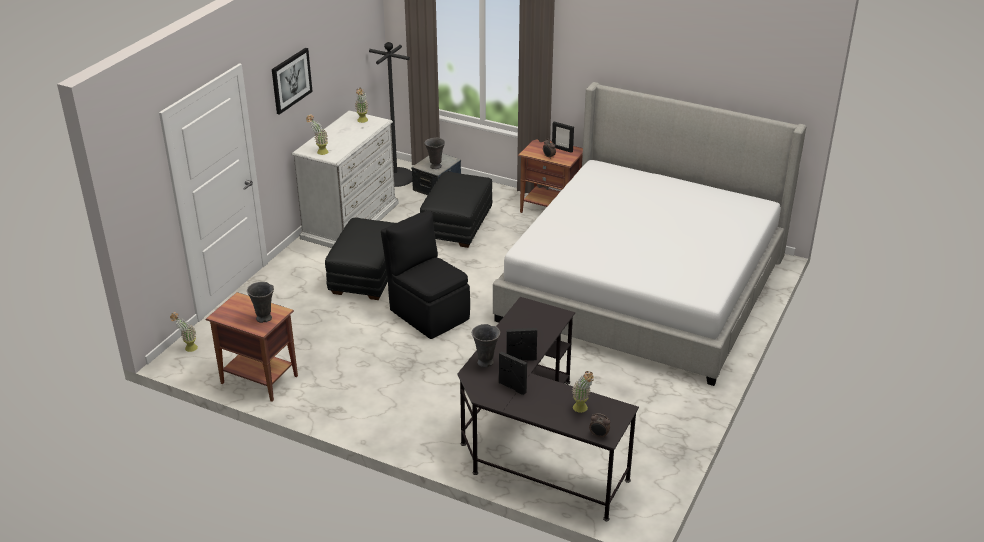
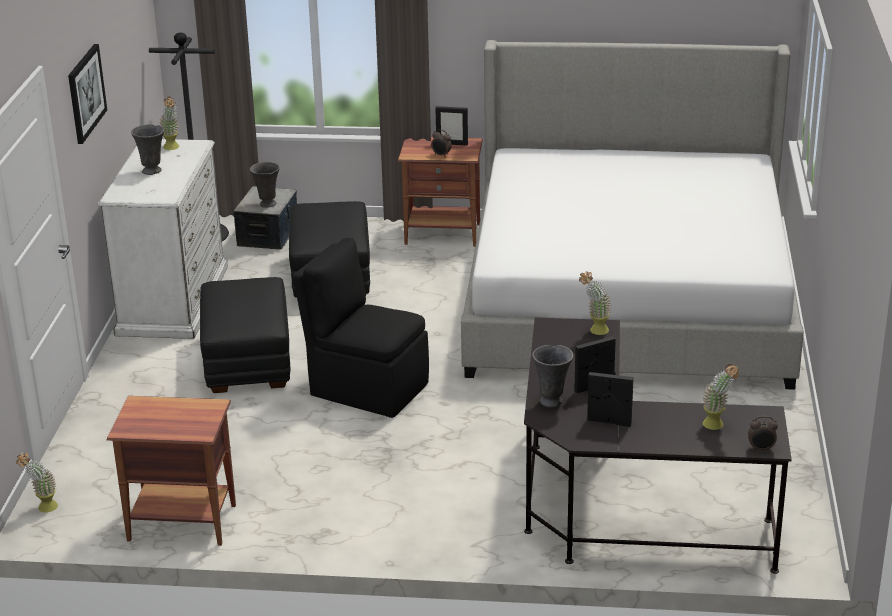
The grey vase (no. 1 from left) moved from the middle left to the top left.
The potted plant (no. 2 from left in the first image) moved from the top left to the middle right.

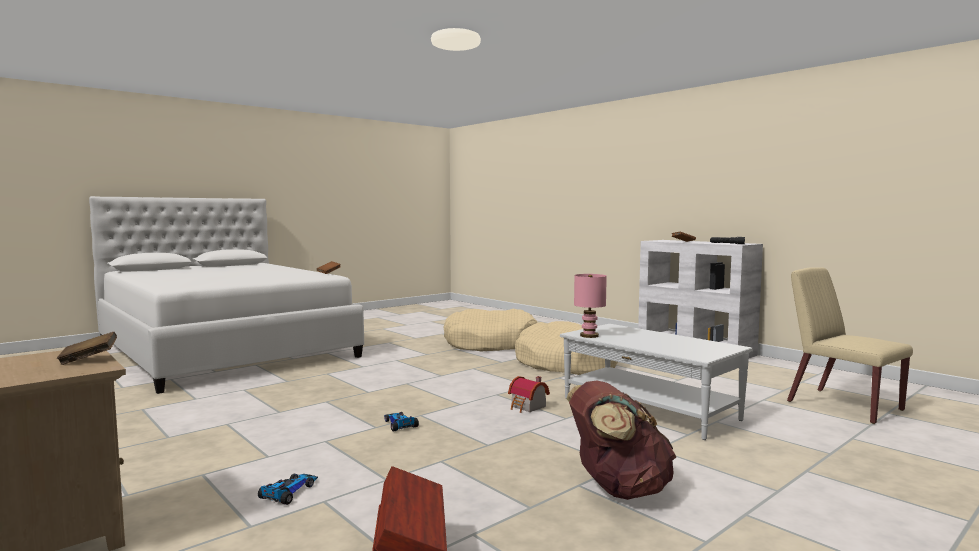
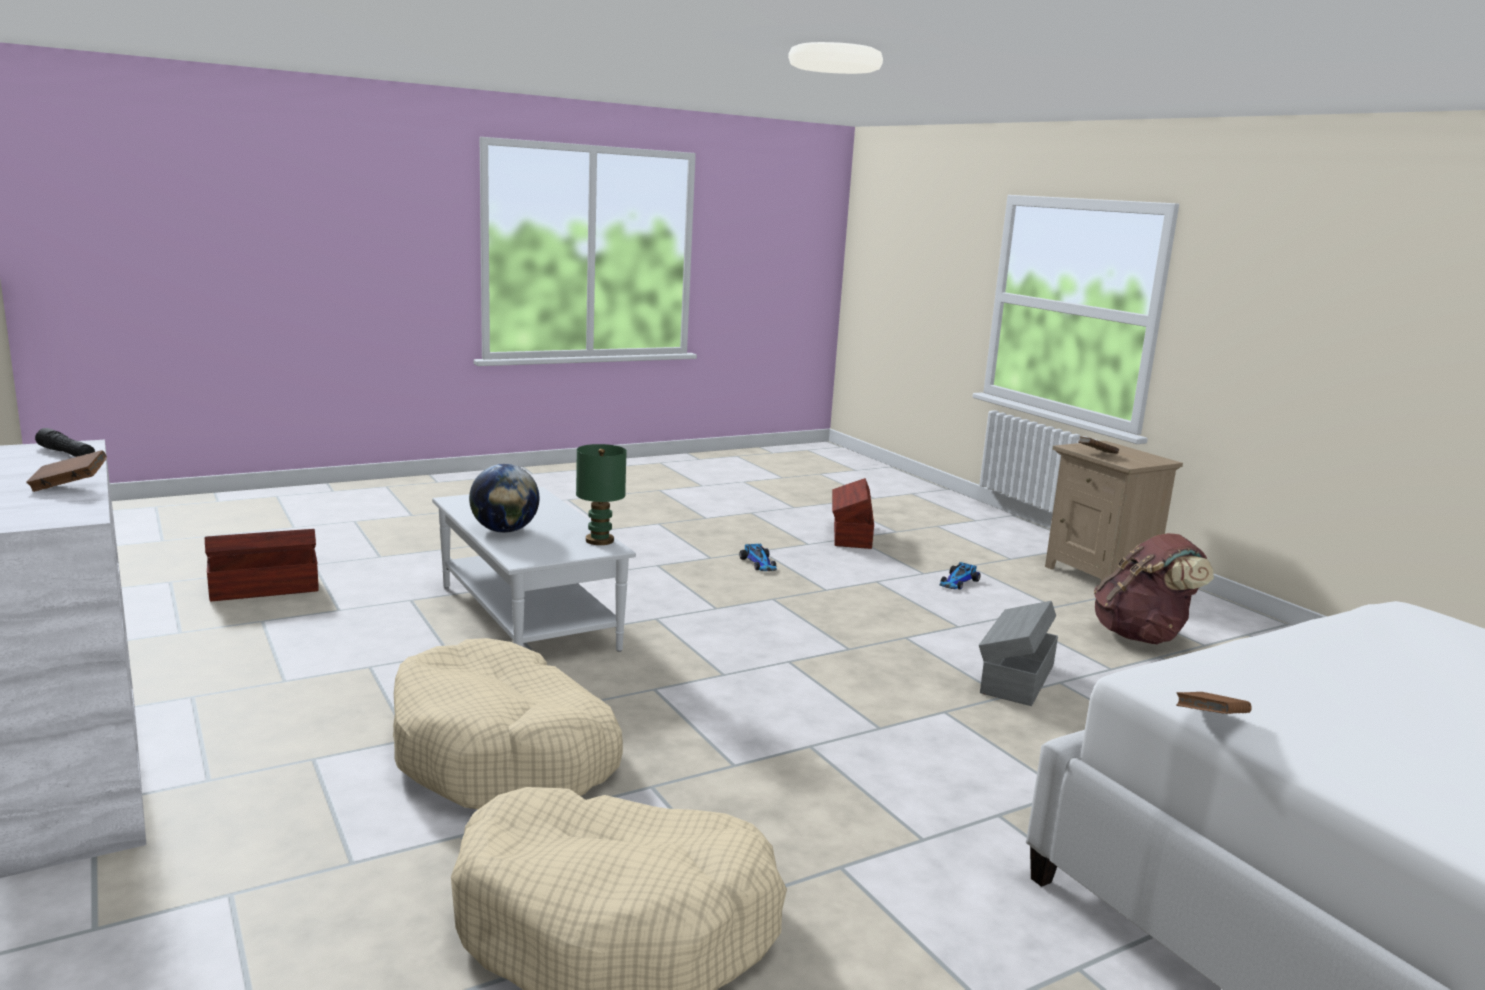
The toy house at the bottom centre disappeared.
The globe at the centre appeared.
The grey storage box at the middle right appeared.
The toy car (no. 2 from left in the first image) moved from the bottom centre to the centre.
The brown backpack moved from the bottom centre to the middle right.
The beige chair at the middle right was replaced by the brown storage box (no. 1 from left) at the middle left.
The pink table lamp at the centre became the green table lamp at the centre.

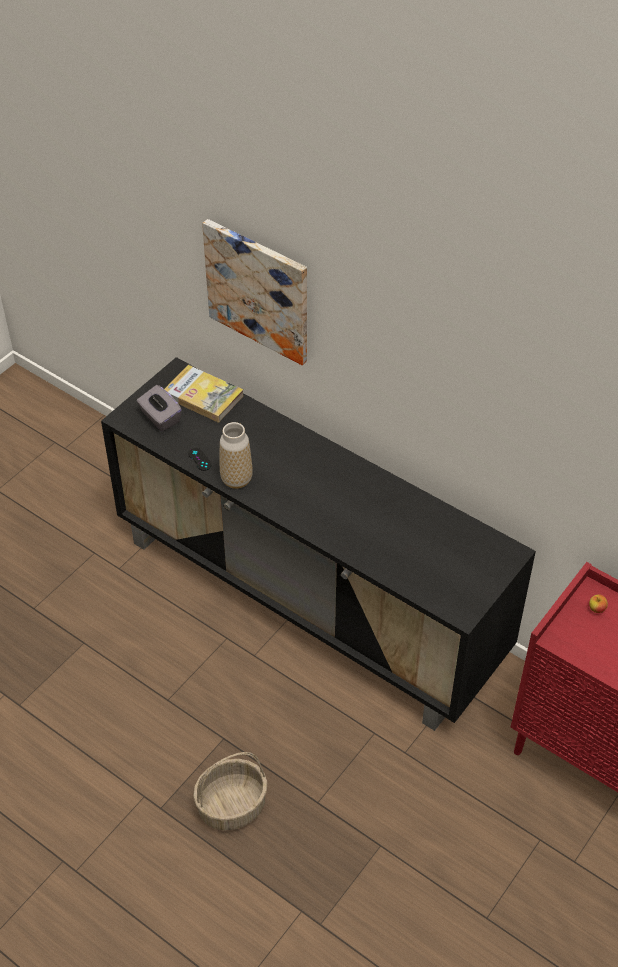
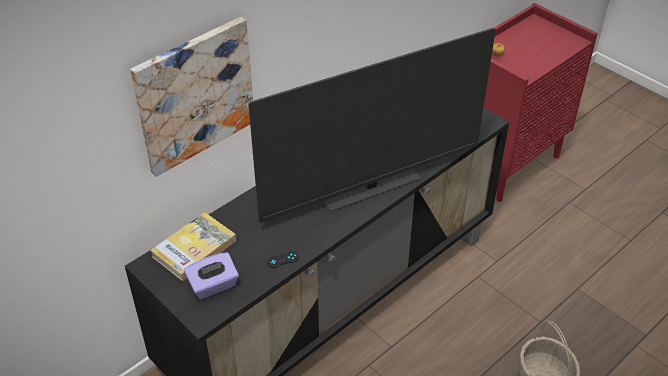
The vase at the centre disappeared.
The television at the top centre appeared.
The grey tissue box at the middle left became the purple tissue box at the bottom left.

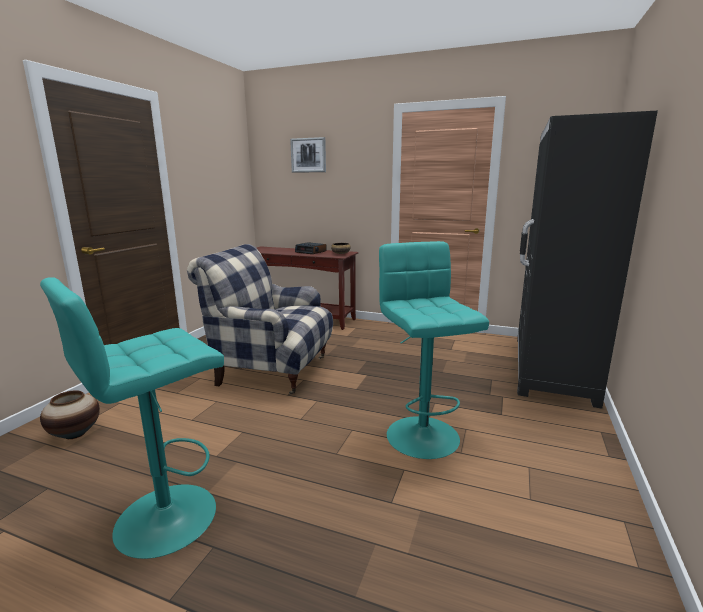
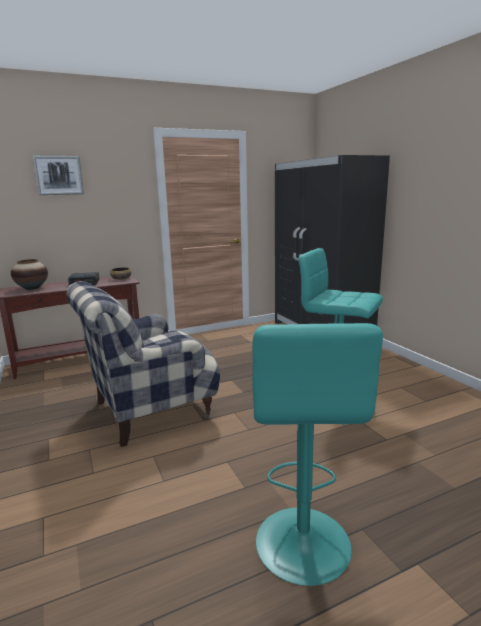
The vase moved from the bottom left to the middle left.

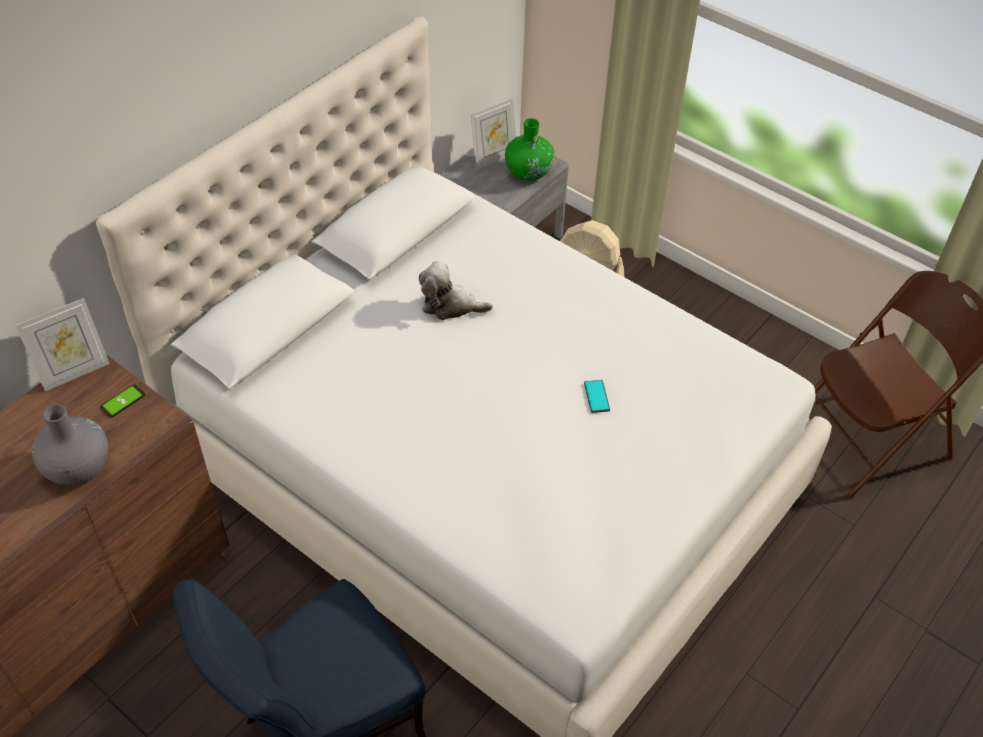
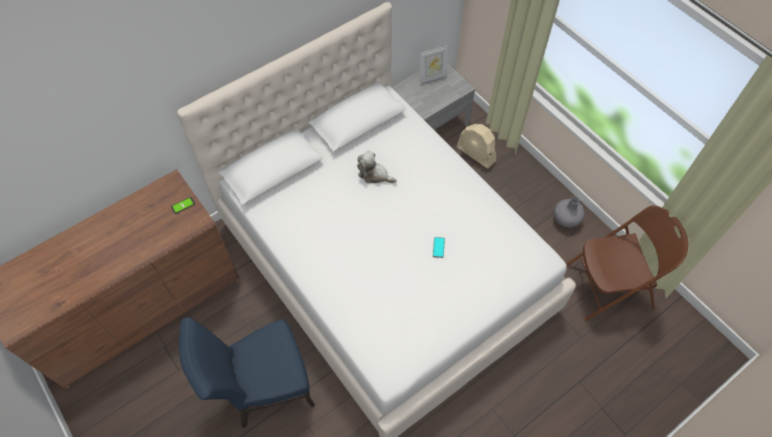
The picture frame (no. 1 from left) at the middle left disappeared.
The green vase at the top centre disappeared.
The grey vase moved from the middle left to the middle right.

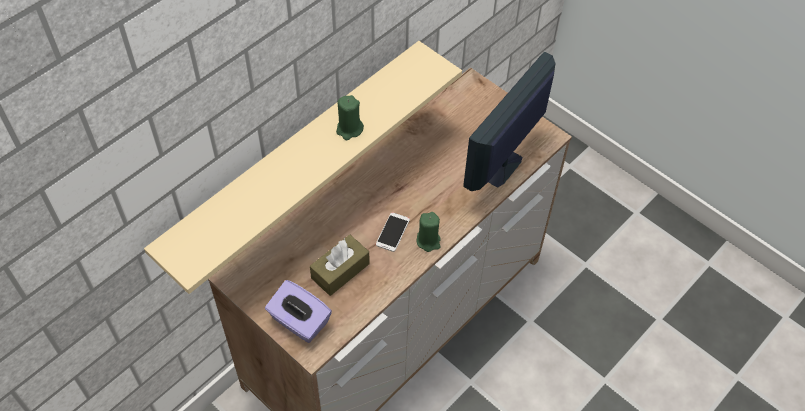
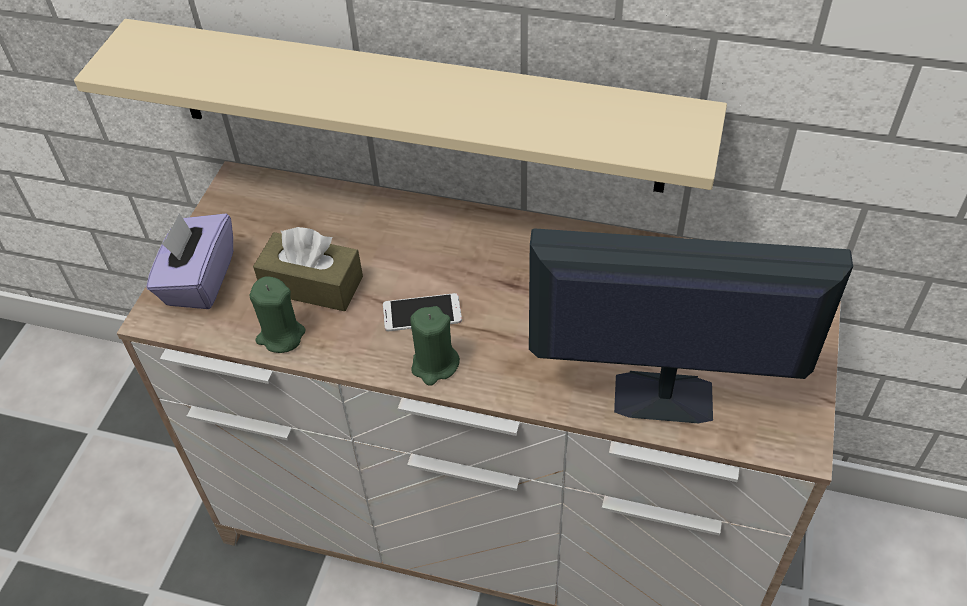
The green candle (no. 1 from left) moved from the top centre to the middle left.

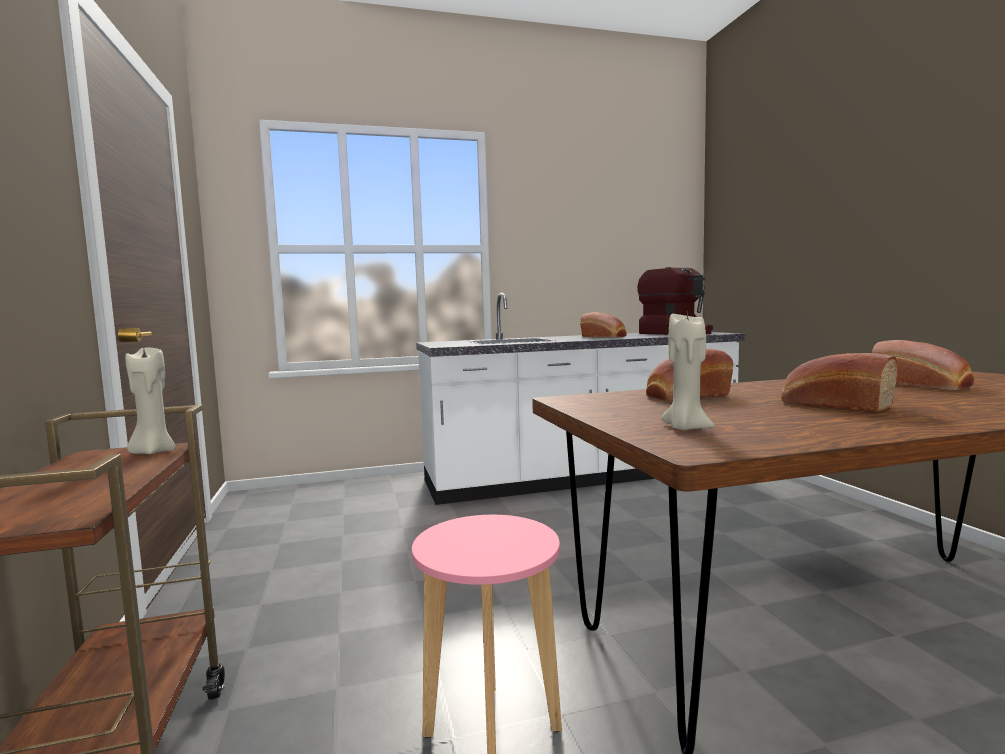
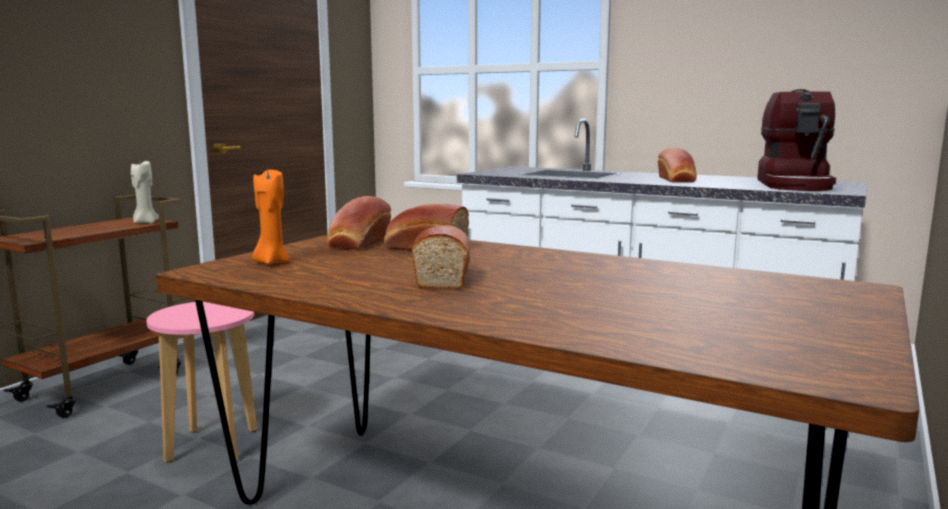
The bread (no. 4 from left in the first image) moved from the middle right to the centre.
The beige candle (no. 2 from left) at the middle right became the orange candle at the middle left.

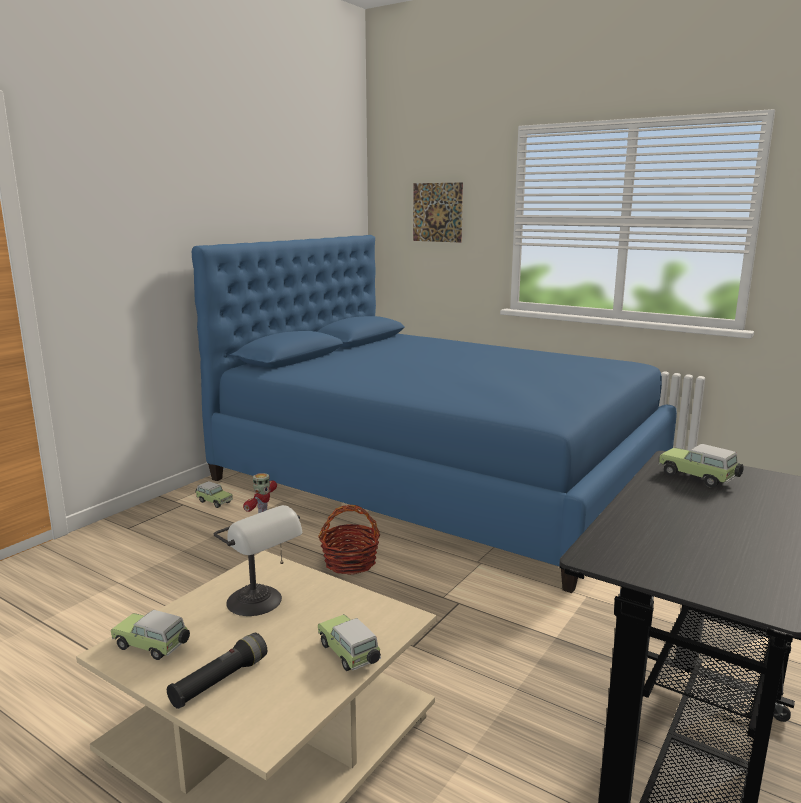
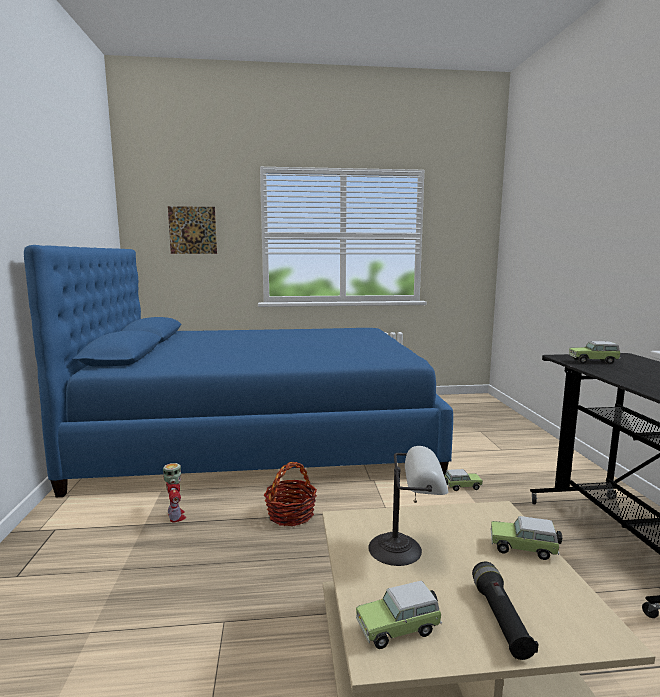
The toy car (no. 2 from left) moved from the middle left to the bottom right.

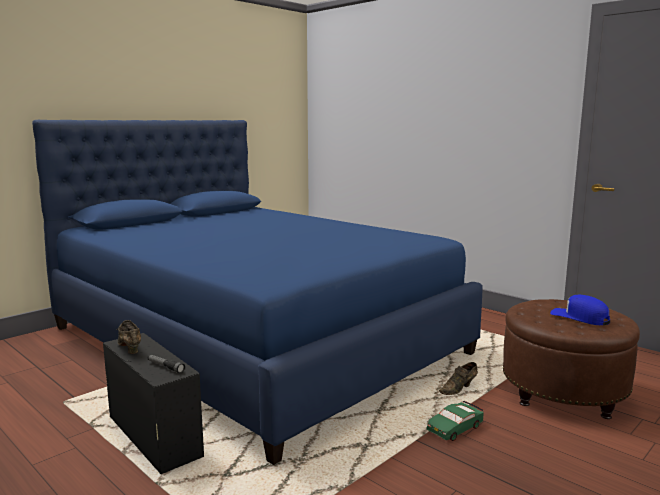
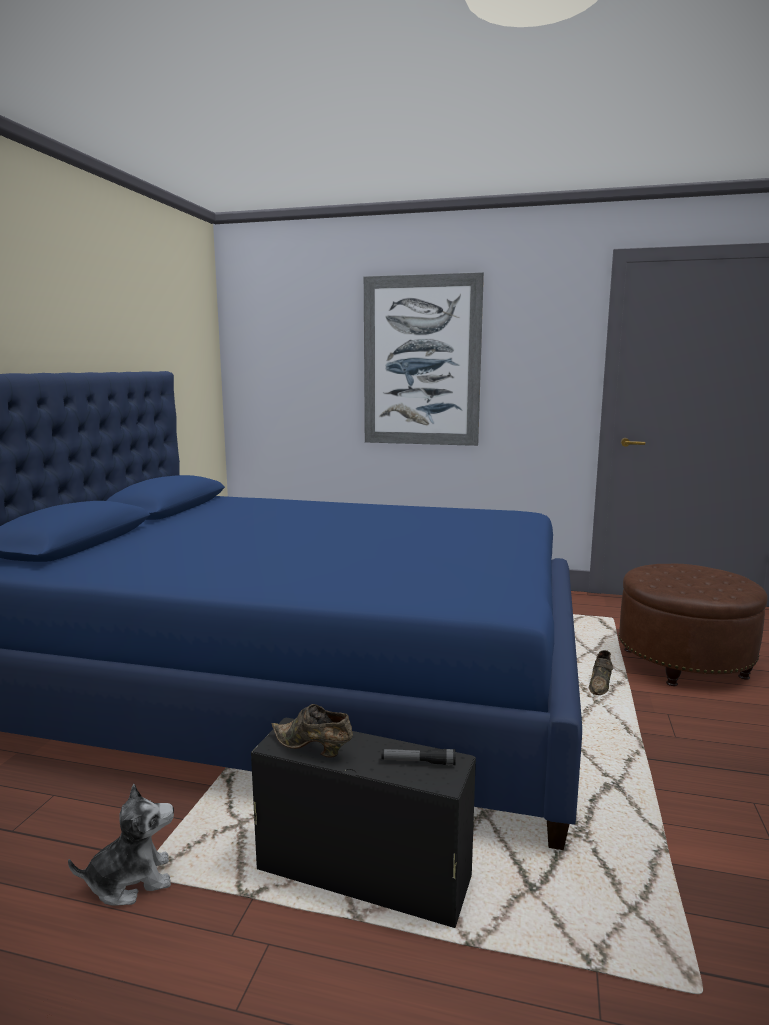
The green toy car at the bottom right disappeared.
The blue cap at the middle right disappeared.
The plush toy at the bottom left appeared.
The picture at the centre appeared.

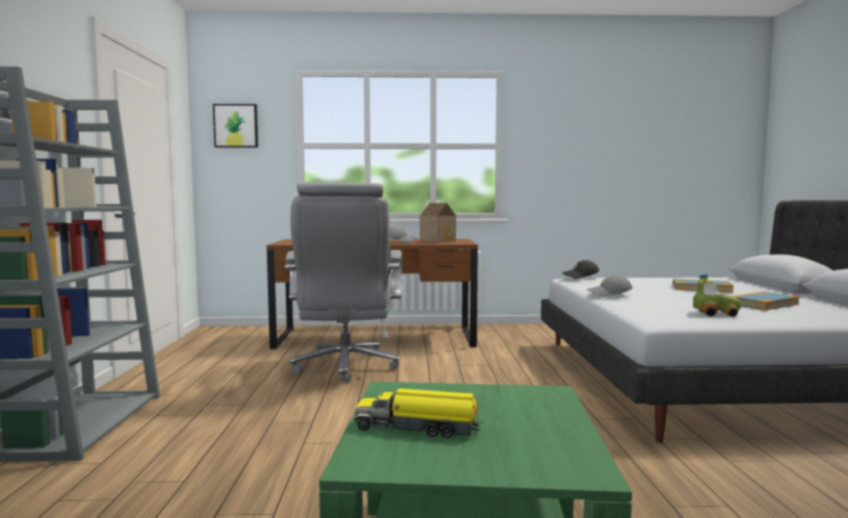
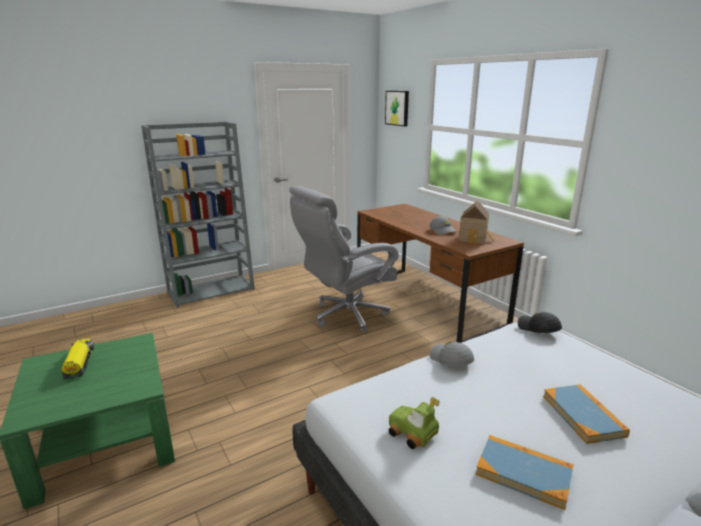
The toy car at the middle right turned 150 degrees clockwise.

